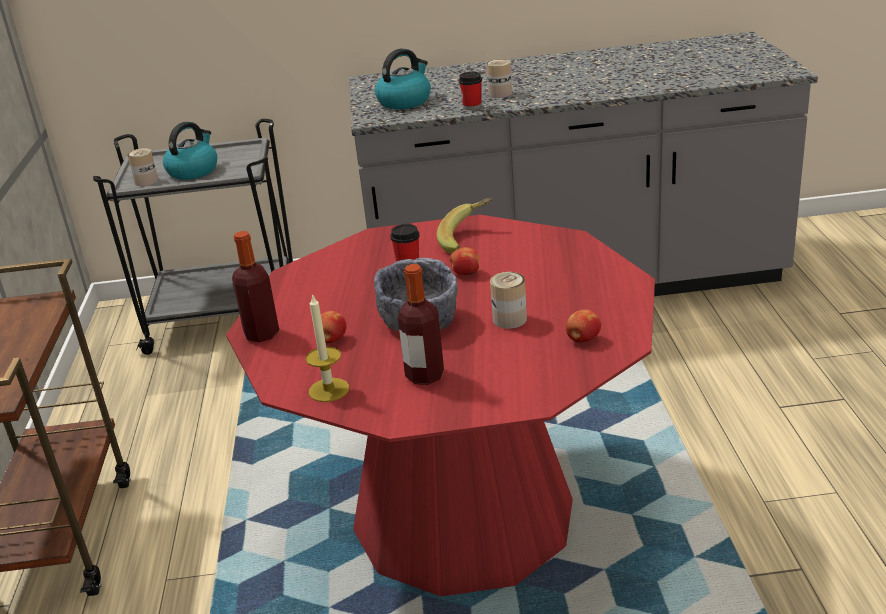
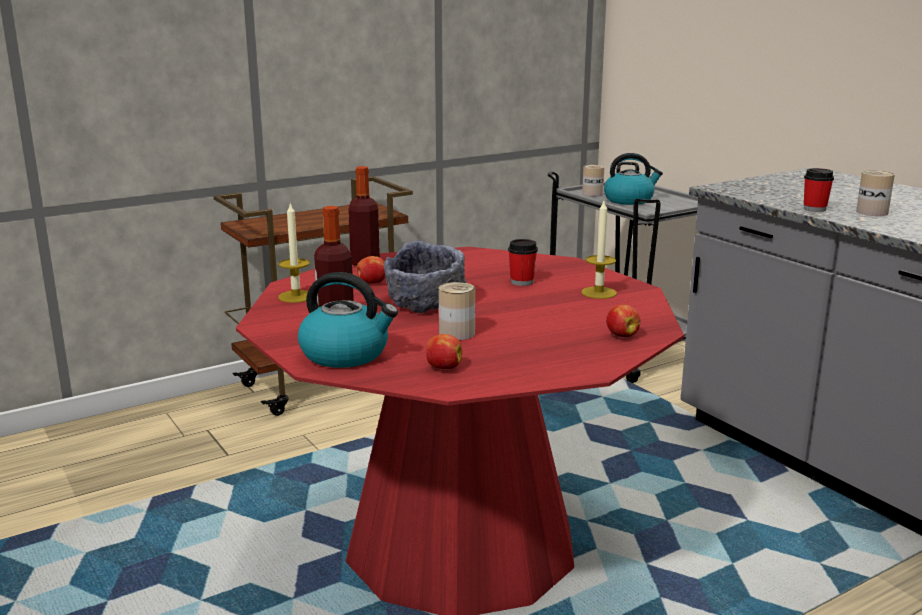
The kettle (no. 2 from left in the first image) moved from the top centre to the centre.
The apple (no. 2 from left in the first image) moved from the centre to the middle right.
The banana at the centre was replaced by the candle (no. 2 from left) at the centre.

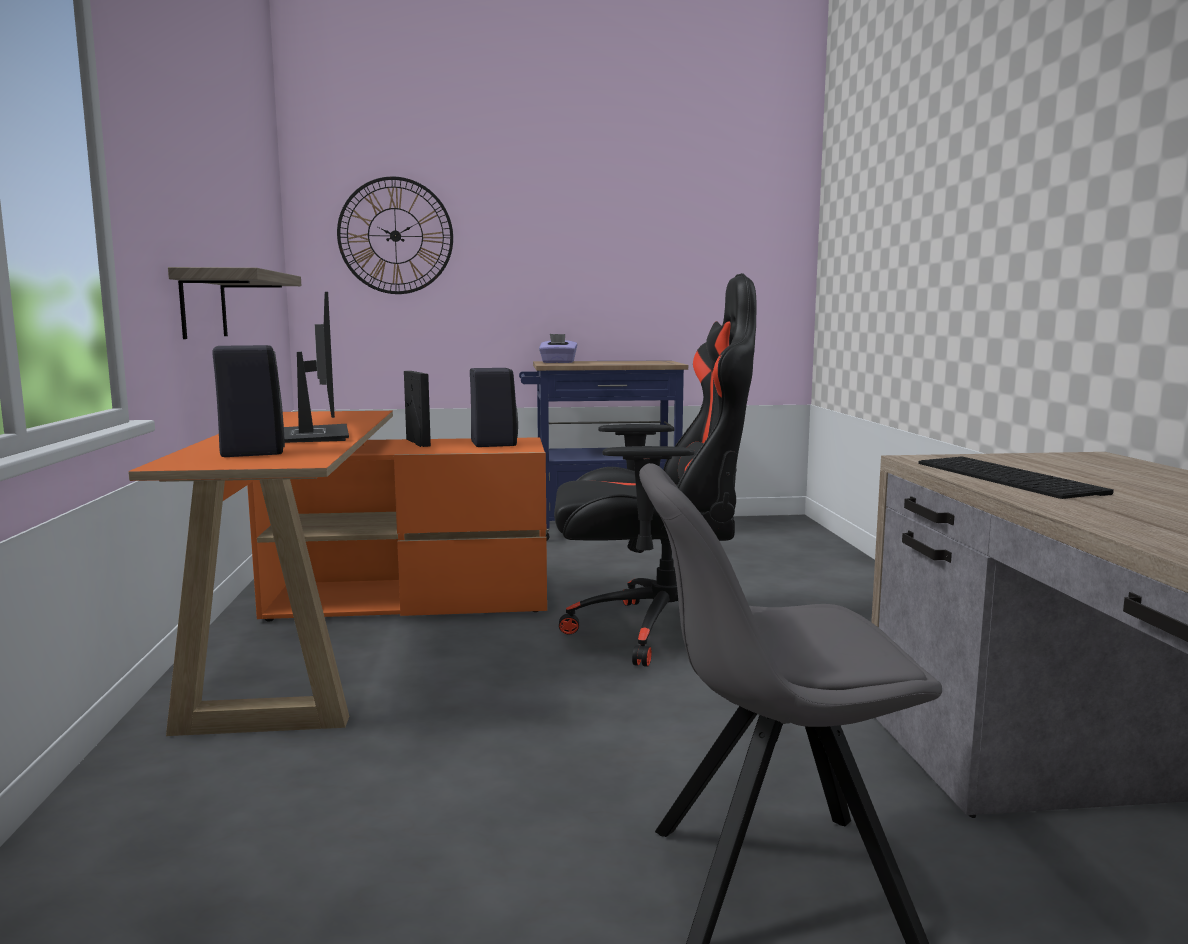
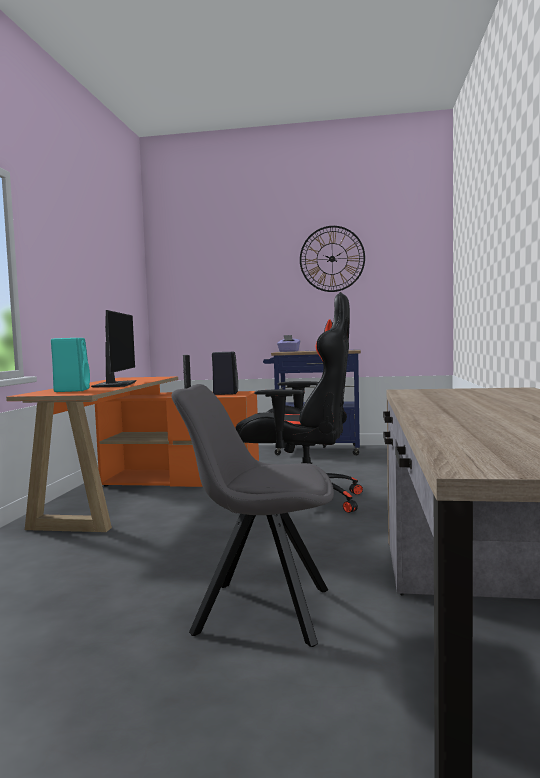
The shelf at the top left disappeared.
The keyboard at the middle right disappeared.
The wall clock moved from the top left to the top centre.
The black speaker (no. 1 from left) at the middle left became the turquoise speaker at the middle left.

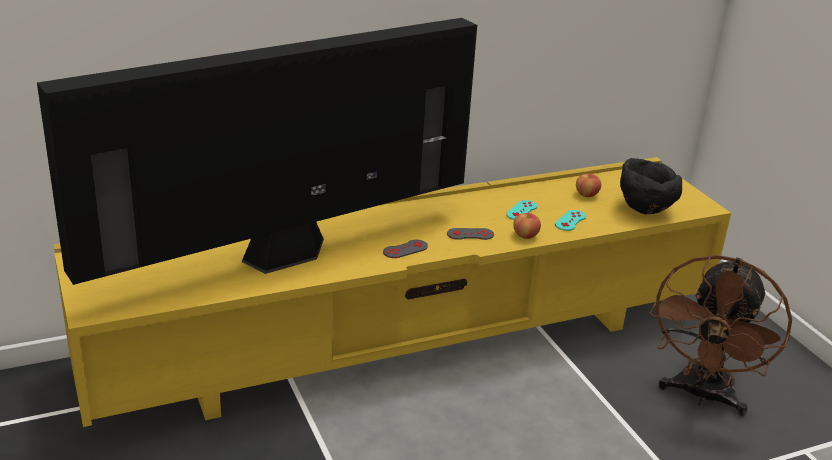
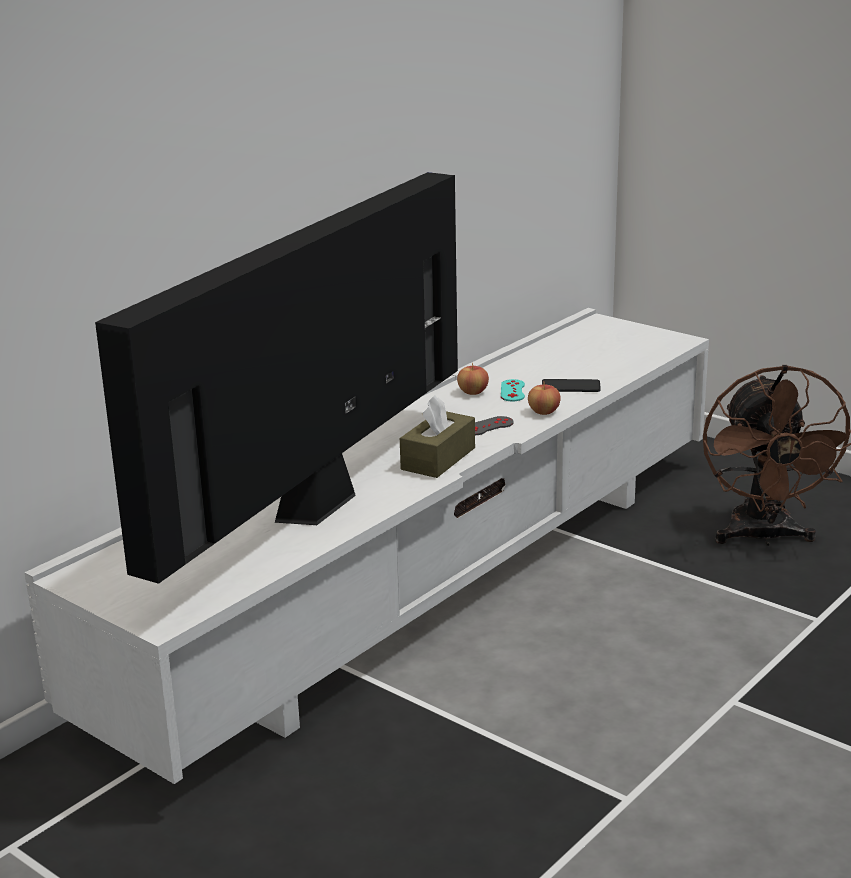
The black bowl at the middle right disappeared.
The apple (no. 2 from left in the first image) moved from the middle right to the centre.
The grey game controller (no. 1 from left) at the centre was replaced by the brown tissue box at the centre.
The turquoise game controller (no. 2 from left) at the middle right was replaced by the phone at the middle right.
The yellow tv stand at the centre became the white tv stand at the centre.

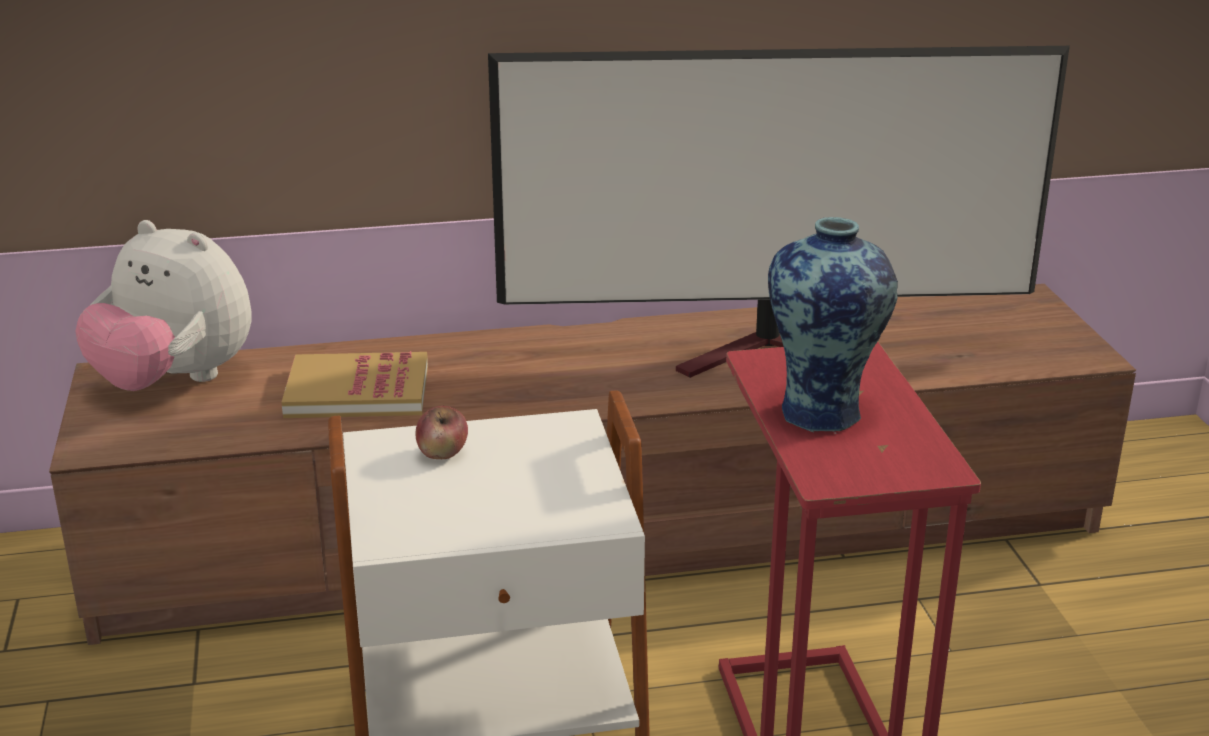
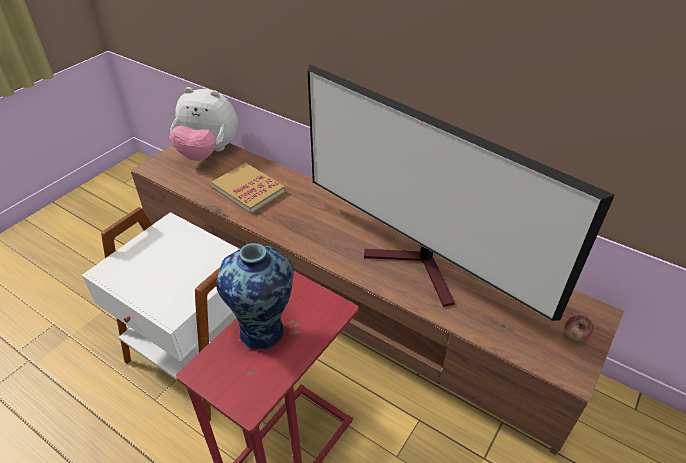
The apple moved from the centre to the bottom right.
The plush toy at the middle left turned 60 degrees counterclockwise.

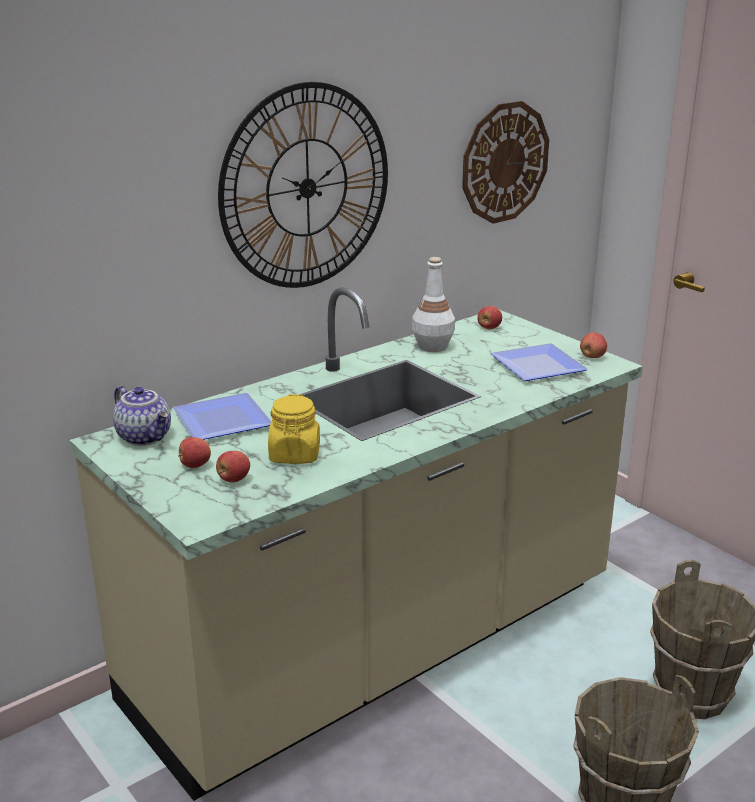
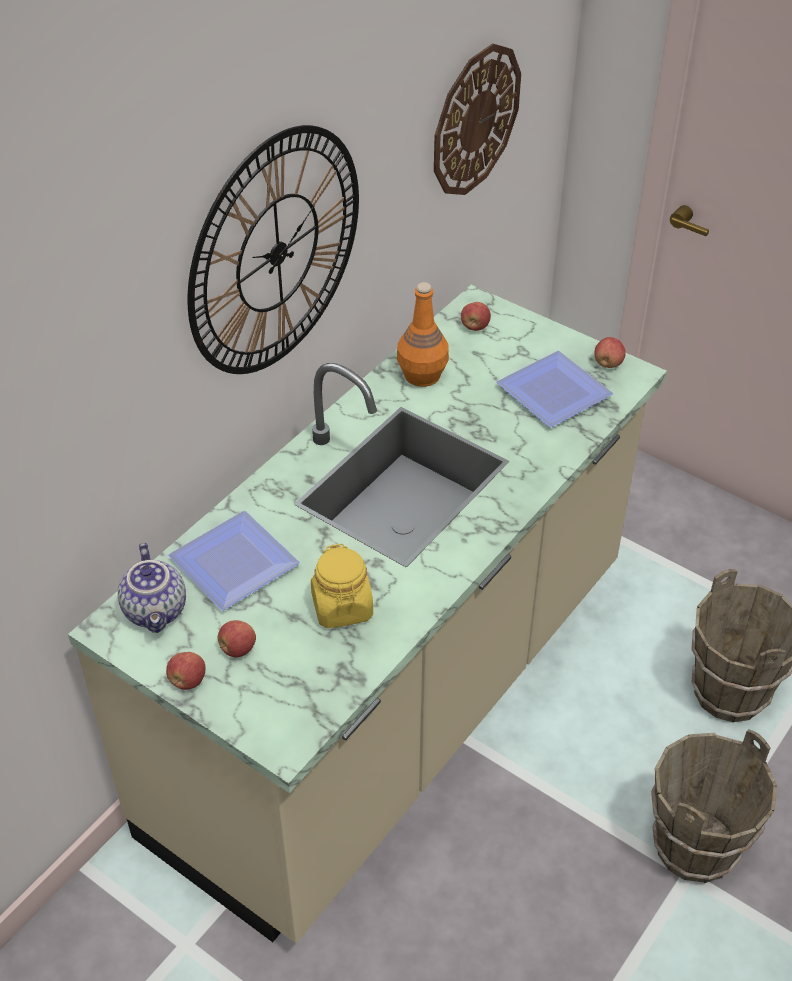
The apple (no. 2 from left in the first image) moved from the middle left to the bottom left.
The white bottle at the centre became the orange bottle at the centre.
The teapot at the middle left turned 45 degrees clockwise.

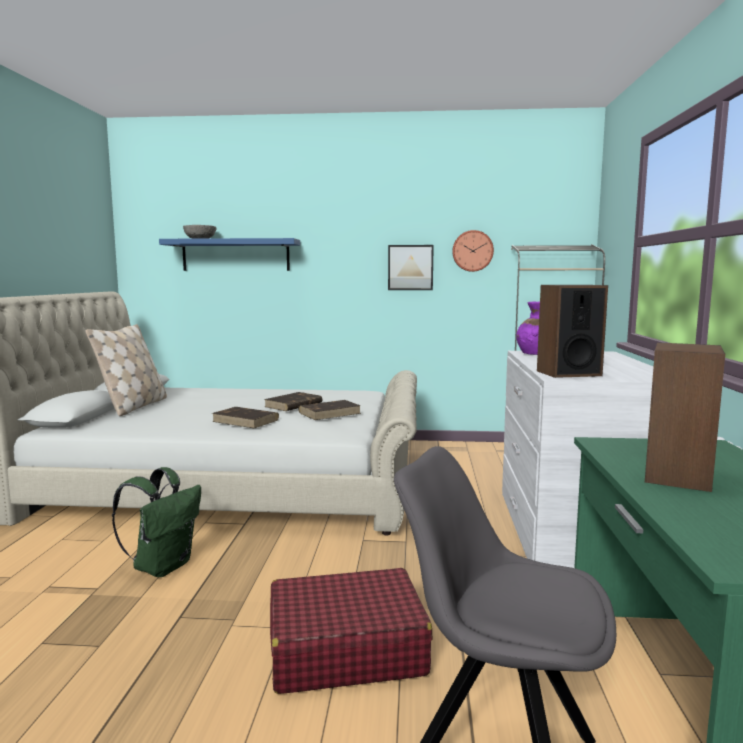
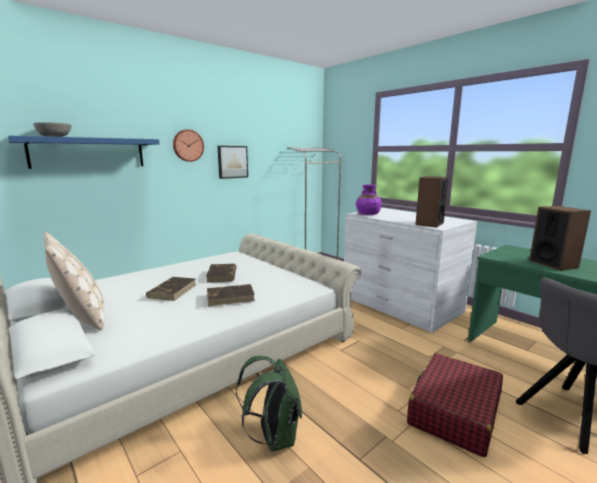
The brown book (no. 3 from left in the first image) moved from the centre to the middle left.
The wall clock moved from the centre to the top left.

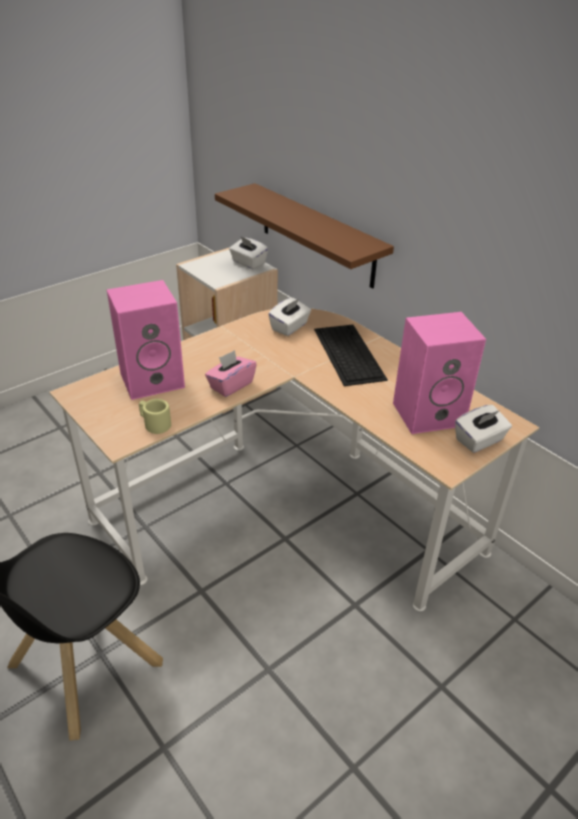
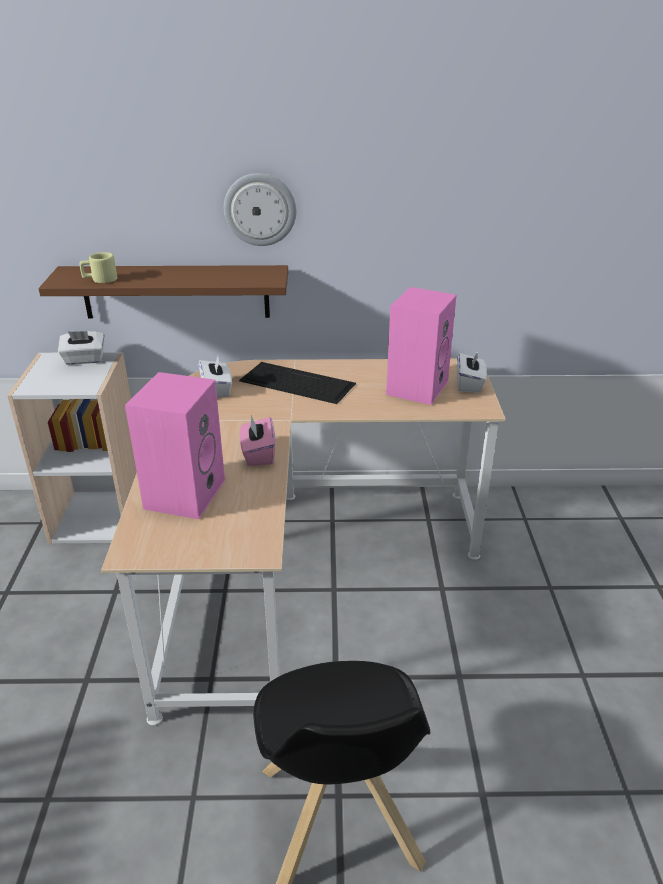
The wall clock at the top centre appeared.
The beige mug moved from the middle left to the top left.

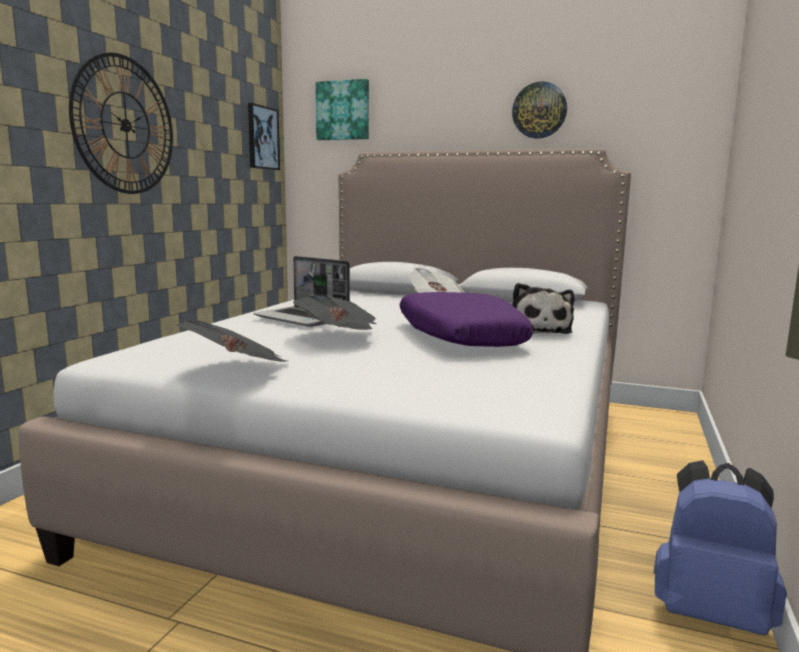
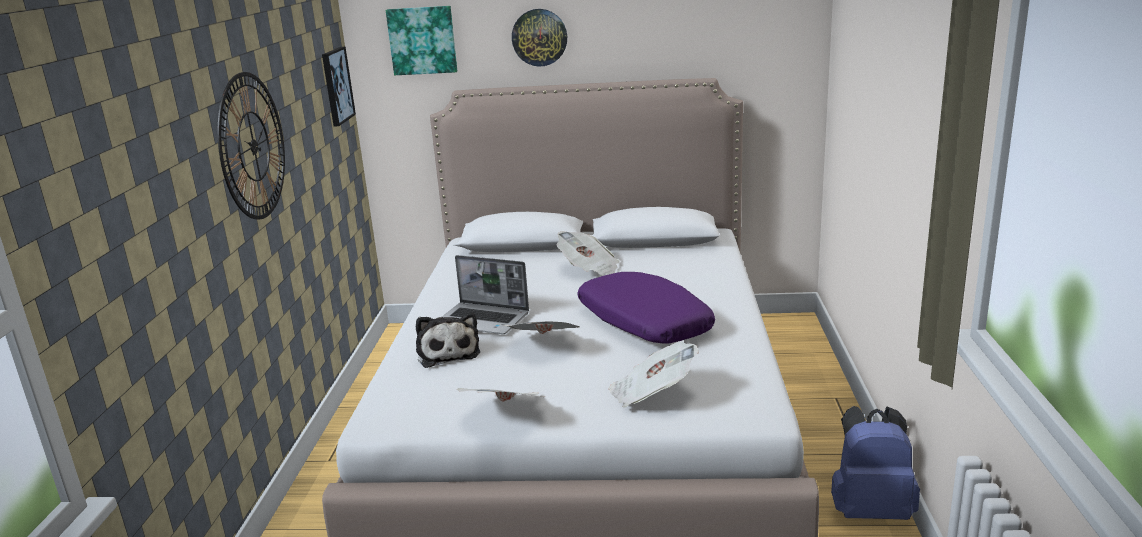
The newspaper (no. 4 from left) at the bottom centre appeared.
The wall clock (no. 2 from left) moved from the top right to the top centre.
The plush toy moved from the middle right to the centre.

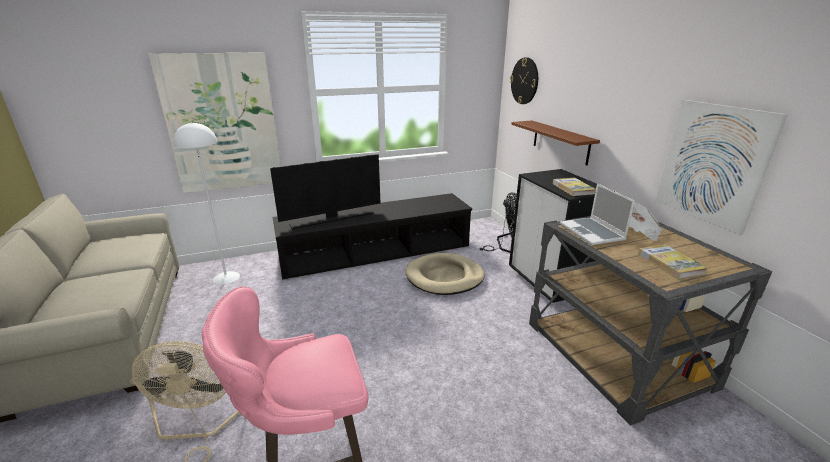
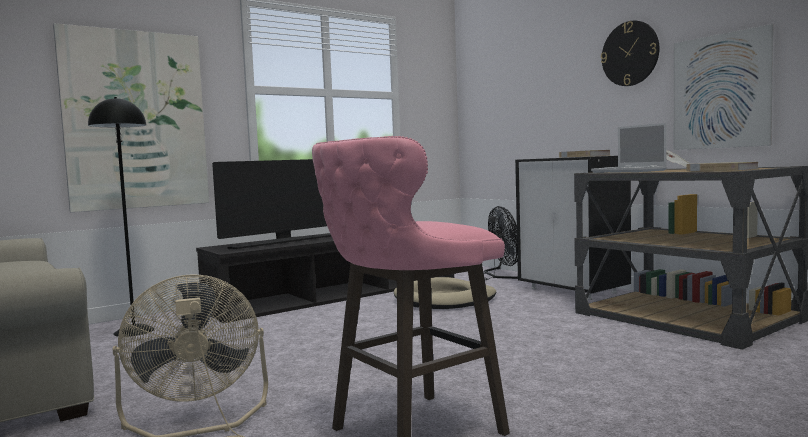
The brown shelf at the top right disappeared.
The wall clock moved from the top centre to the top right.
The white floor lamp at the middle left became the black floor lamp at the middle left.

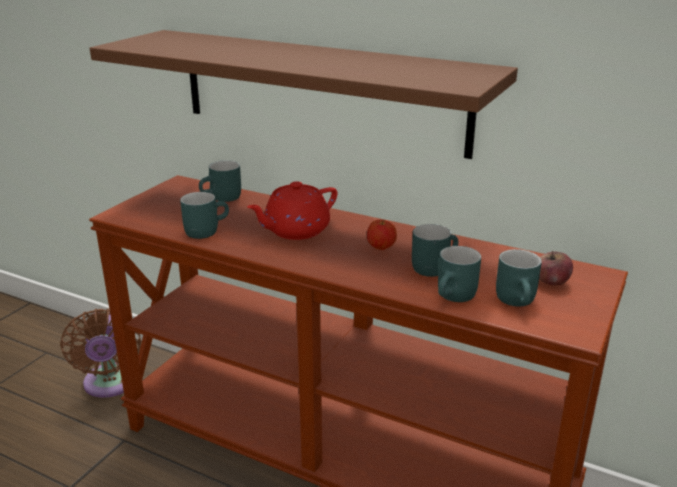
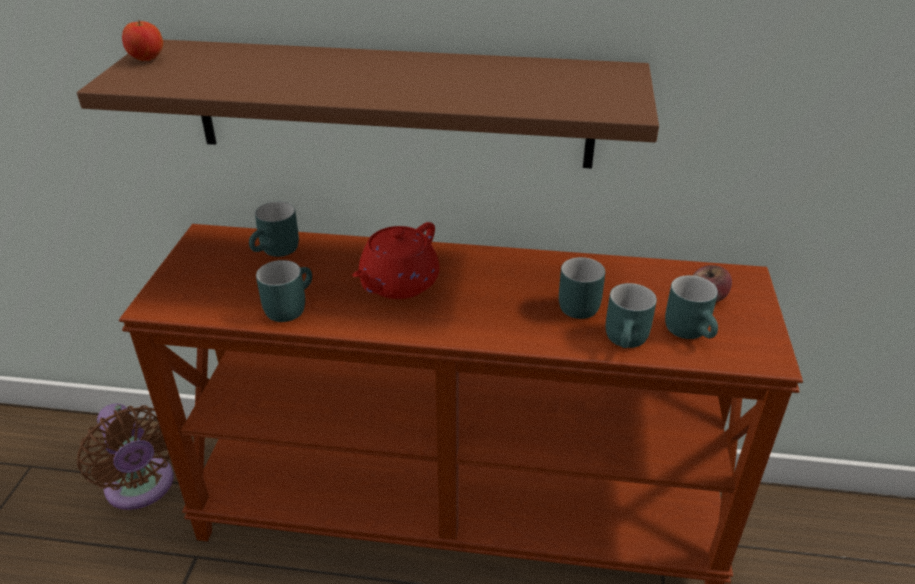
The apple (no. 1 from left) moved from the centre to the top left.

